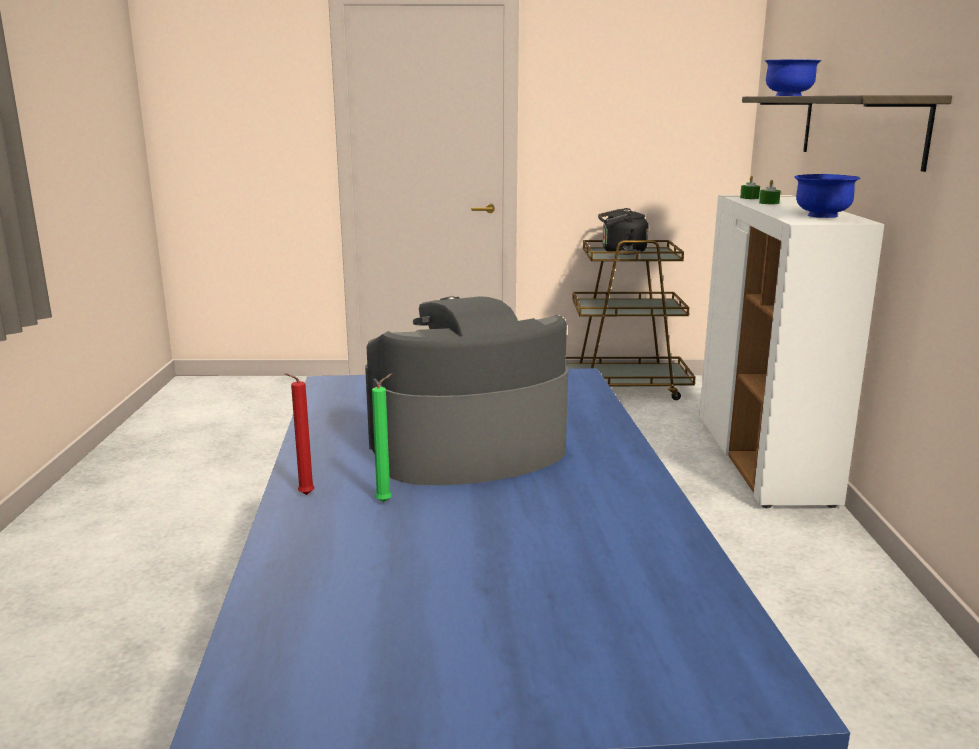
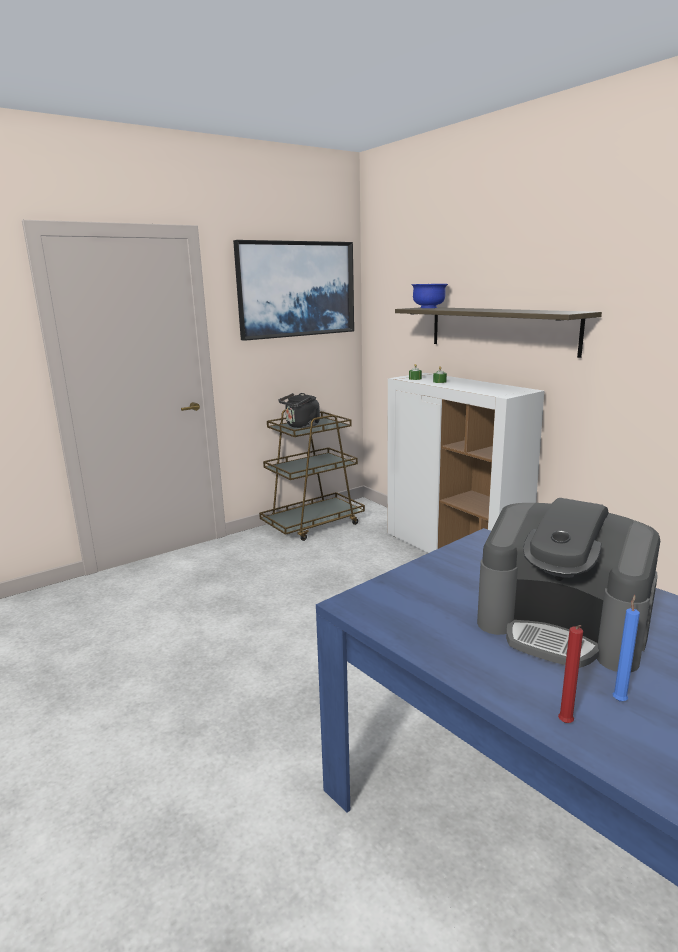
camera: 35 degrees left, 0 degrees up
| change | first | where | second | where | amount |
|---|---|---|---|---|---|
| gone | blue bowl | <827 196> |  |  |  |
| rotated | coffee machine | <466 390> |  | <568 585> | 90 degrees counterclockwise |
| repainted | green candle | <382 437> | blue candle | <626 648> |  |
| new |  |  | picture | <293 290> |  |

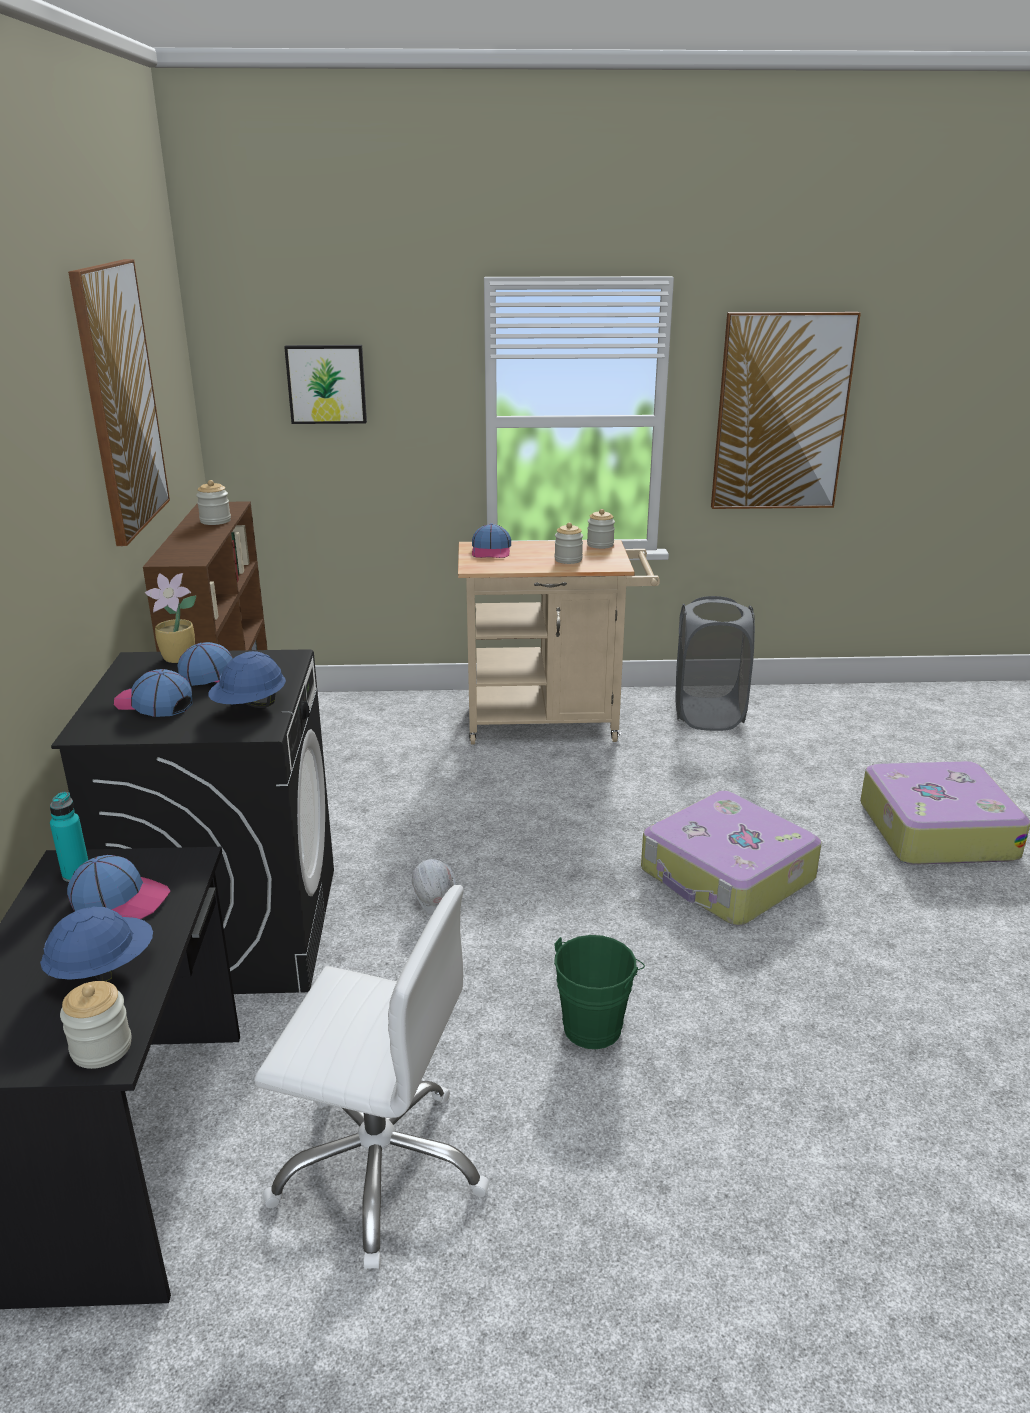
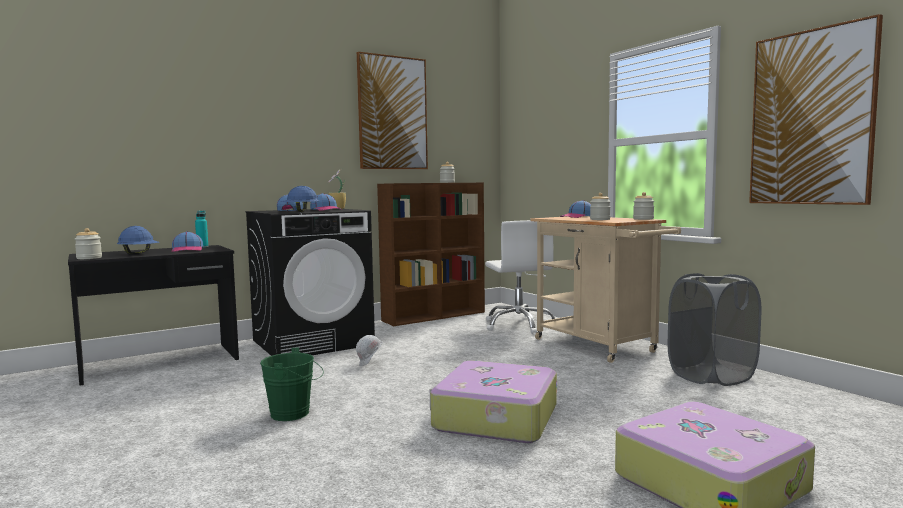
camera: 60 degrees right, 20 degrees down
| change | first | where | second | where | amount |
|---|---|---|---|---|---|
| gone | picture | <325 384> |  |  |  |
| shifted | white office chair | <372 1077> |  | <520 277> |  |

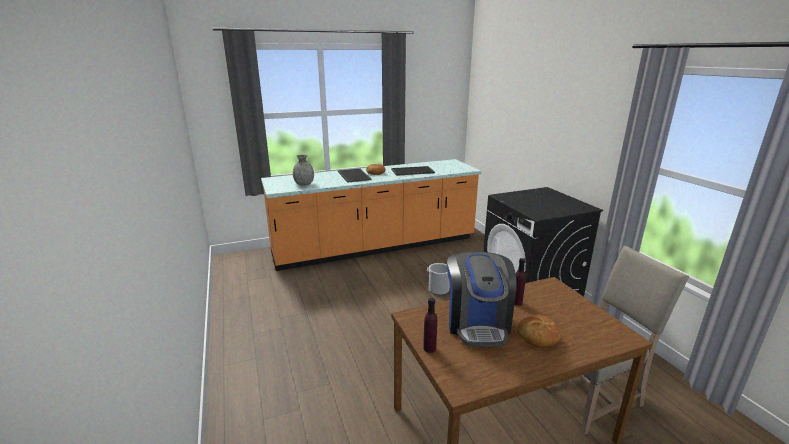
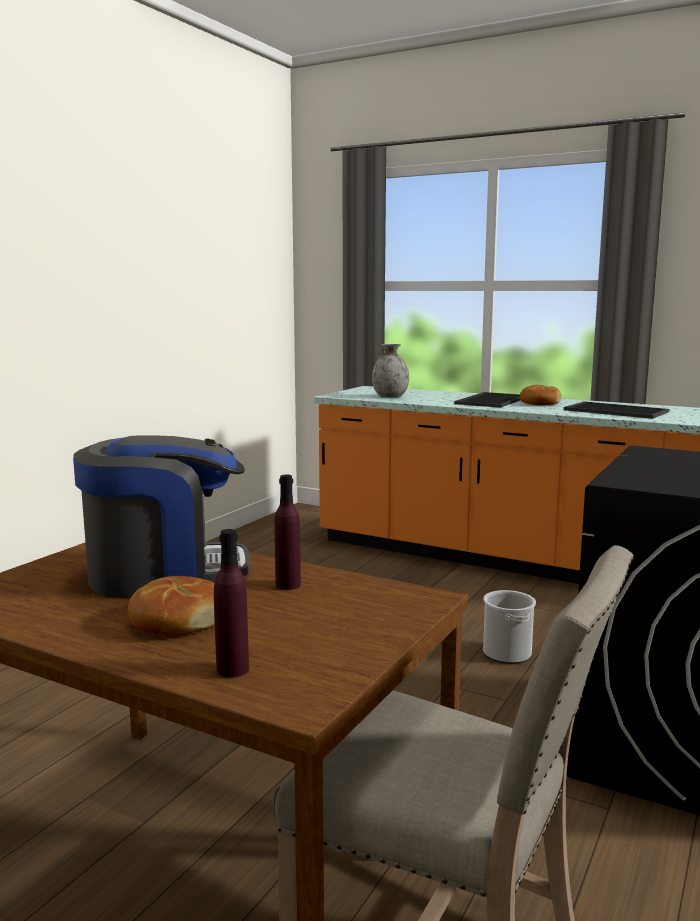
camera: 50 degrees right, 10 degrees down
| change | first | where | second | where | amount |
|---|---|---|---|---|---|
| rotated | coffee machine | <482 299> |  | <161 516> | 150 degrees counterclockwise |
| shifted | purple bottle | <430 325> |  | <231 603> |  |

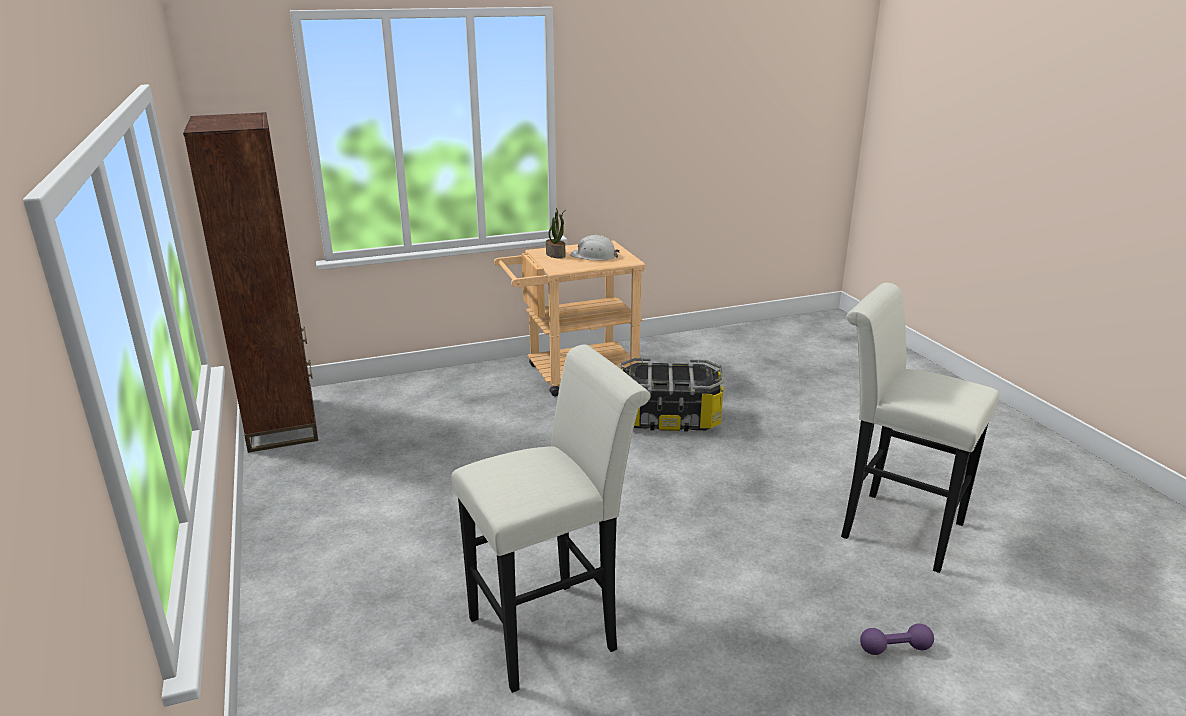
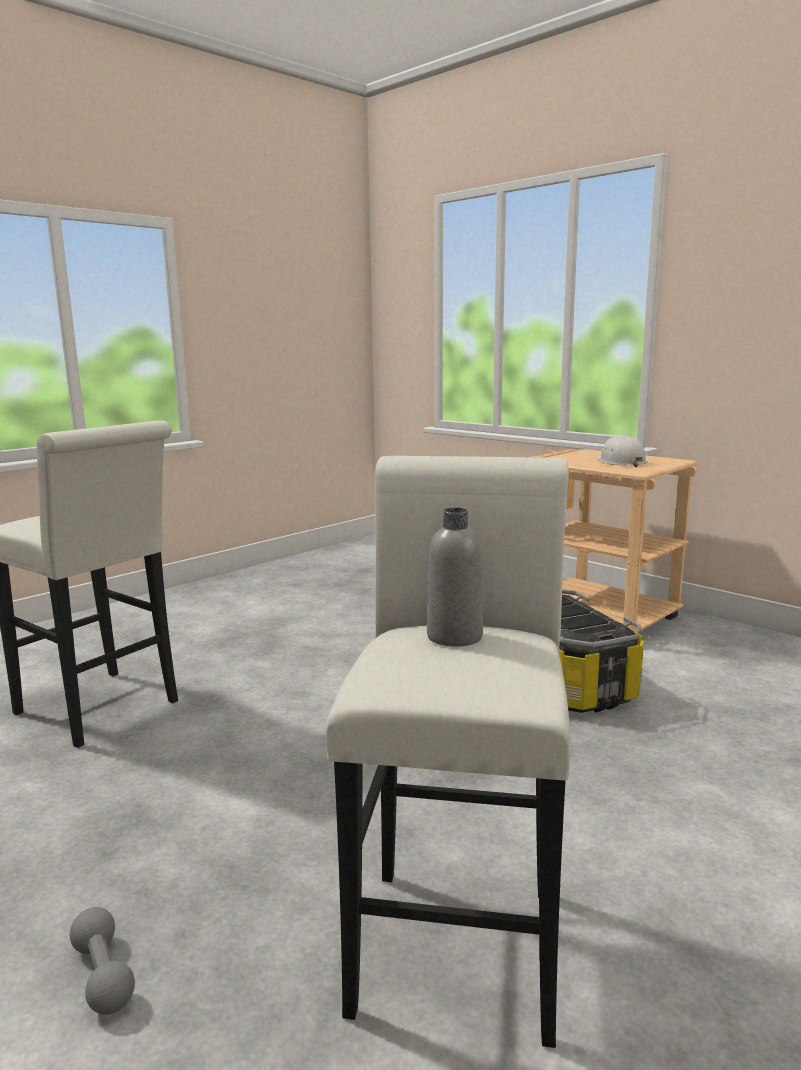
camera: 65 degrees right, 10 degrees down
| change | first | where | second | where | amount |
|---|---|---|---|---|---|
| gone | brown bookcase | <250 282> |  |  |  |
| gone | potted plant | <555 233> |  |  |  |
| repainted | purple dumbbell | <897 639> | grey dumbbell | <102 961> |  |
| new |  |  | grey bottle | <455 577> |  |

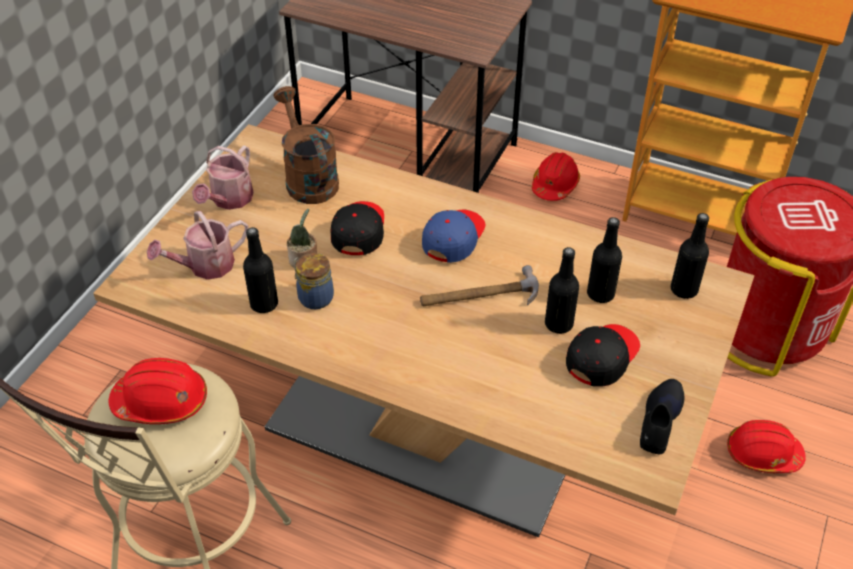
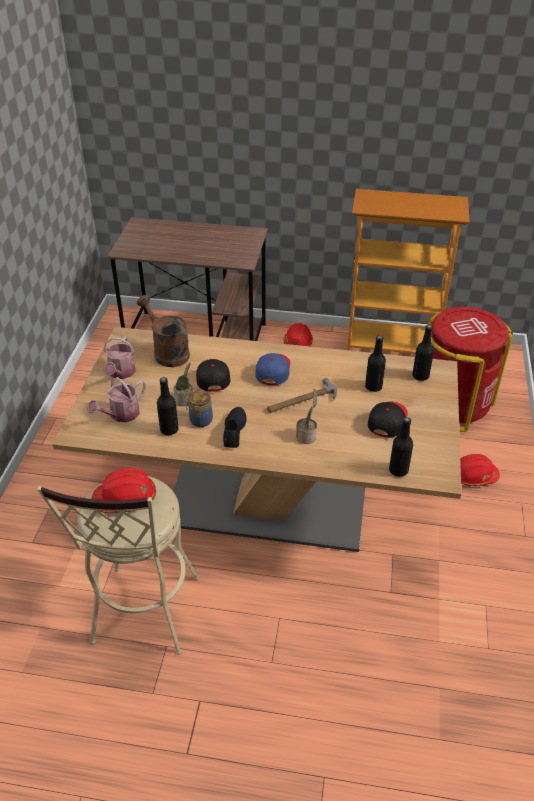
camera: 15 degrees left, 5 degrees down
| change | first | where | second | where | amount |
|---|---|---|---|---|---|
| shifted | black bottle | <562 290> |  | <401 447> |  |
| shifted | black shoe | <662 416> |  | <234 427> |  |
| new |  |  | potted plant | <307 416> |  |

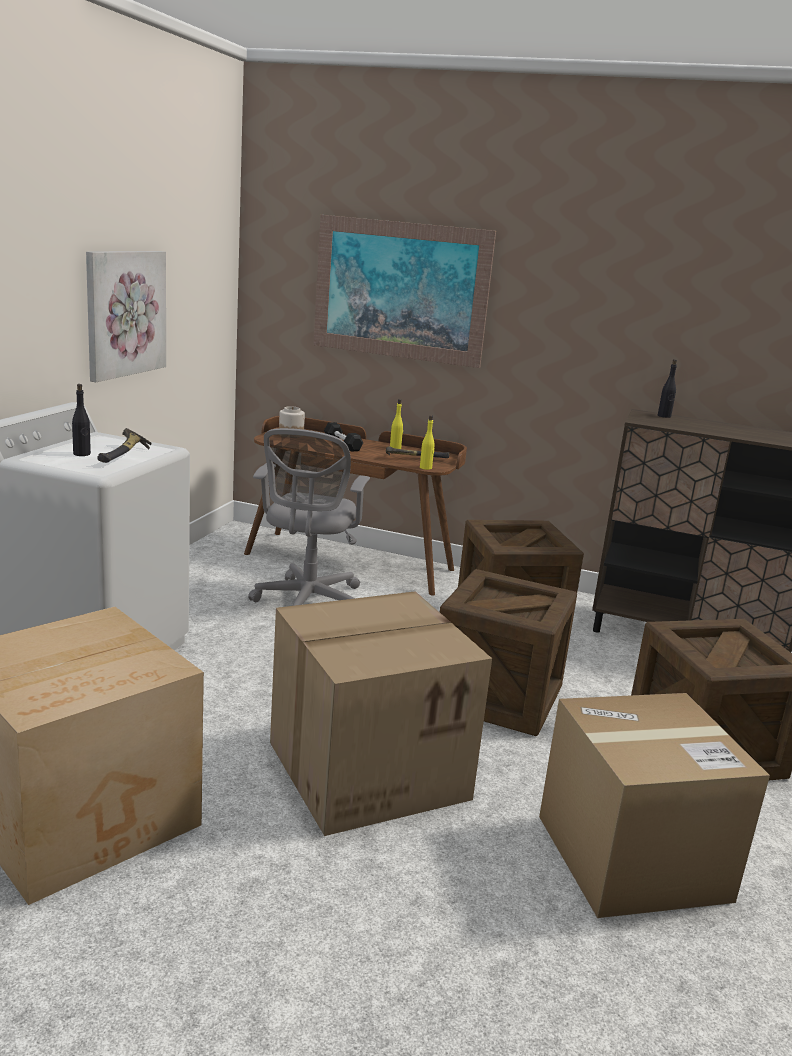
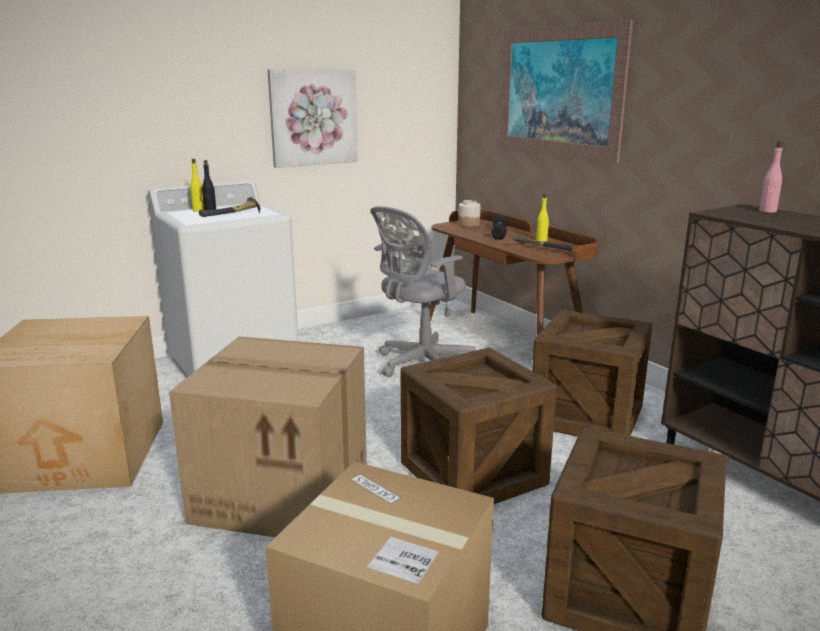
camera: 40 degrees right, 0 degrees up
| change | first | where | second | where | amount |
|---|---|---|---|---|---|
| repainted | black bottle | <667 388> | pink bottle | <771 177> |  |
| shifted | yellow bottle | <427 442> |  | <197 185> |  |

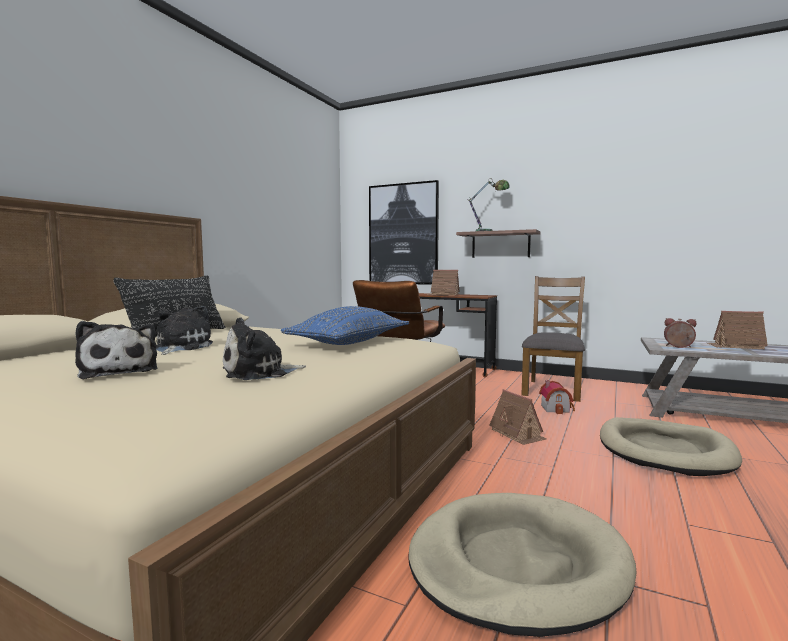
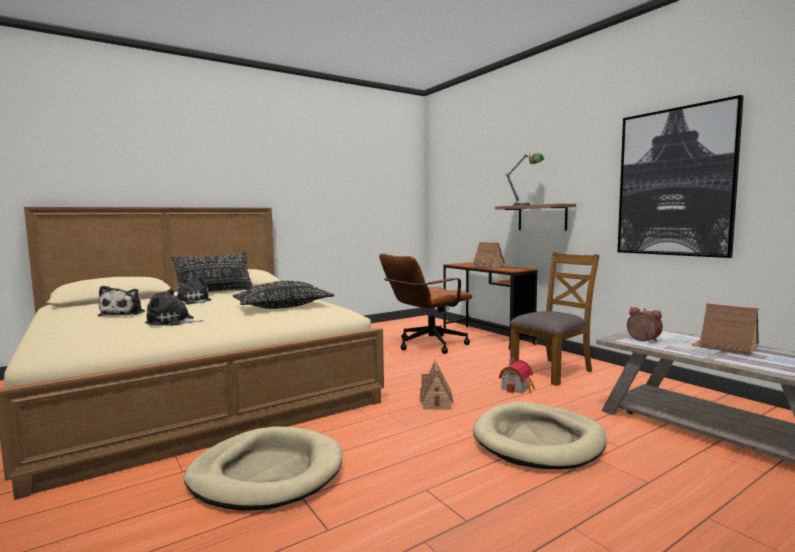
camera: 30 degrees right, 0 degrees up
| change | first | where | second | where | amount |
|---|---|---|---|---|---|
| shifted | picture | <404 232> |  | <681 176> |  |
| repainted | blue pillow | <345 325> | black pillow | <283 295> |  |

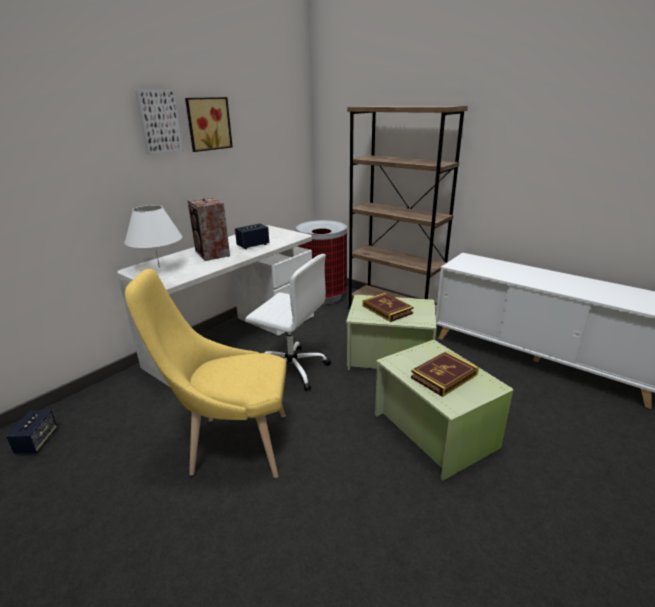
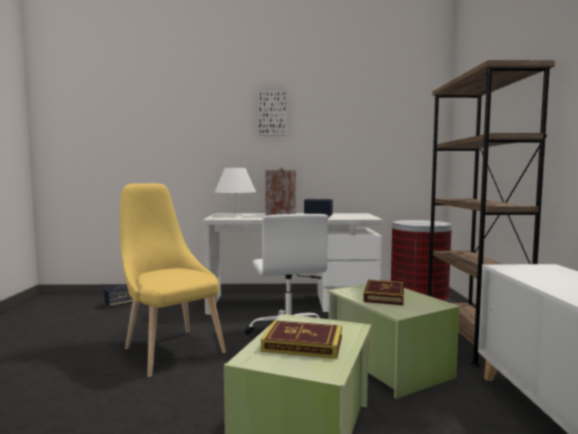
camera: 50 degrees right, 20 degrees down
| change | first | where | second | where | amount |
|---|---|---|---|---|---|
| gone | picture | <209 124> |  |  |  |

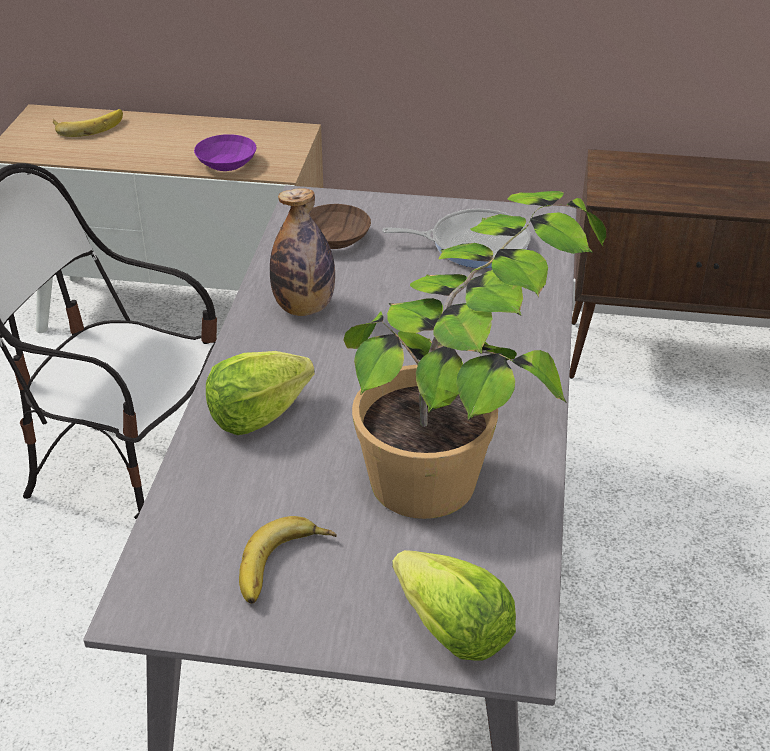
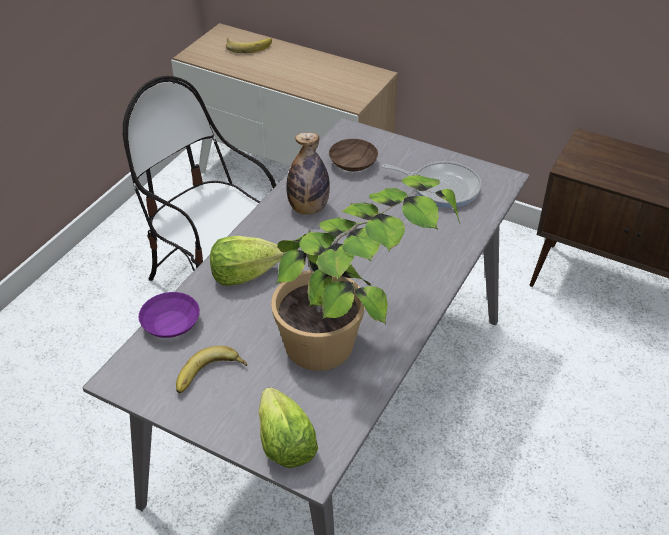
camera: 20 degrees right, 5 degrees up
| change | first | where | second | where | amount |
|---|---|---|---|---|---|
| shifted | purple bowl | <225 152> |  | <169 315> |  |

